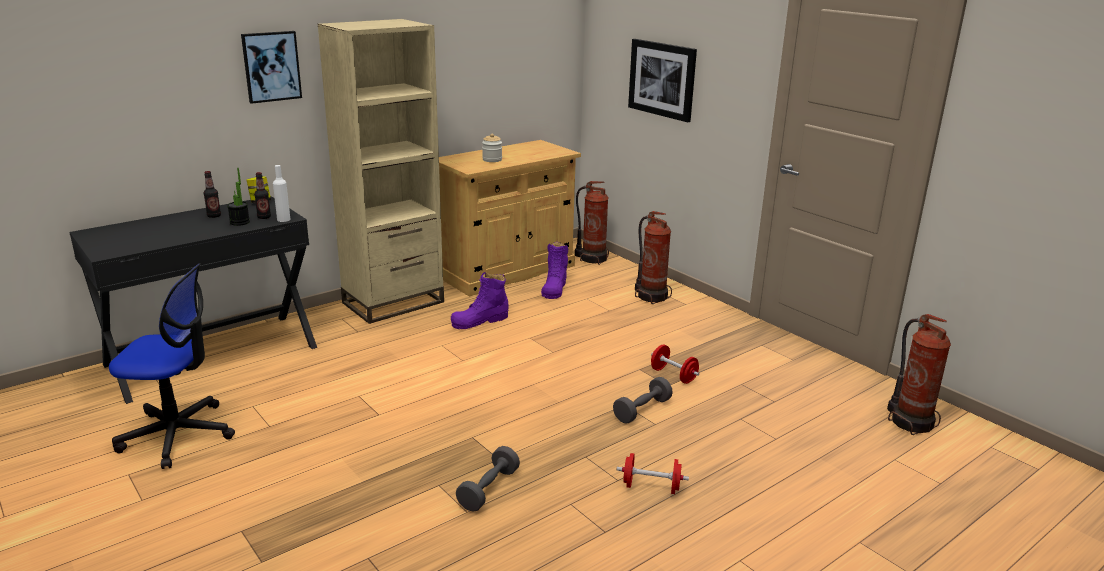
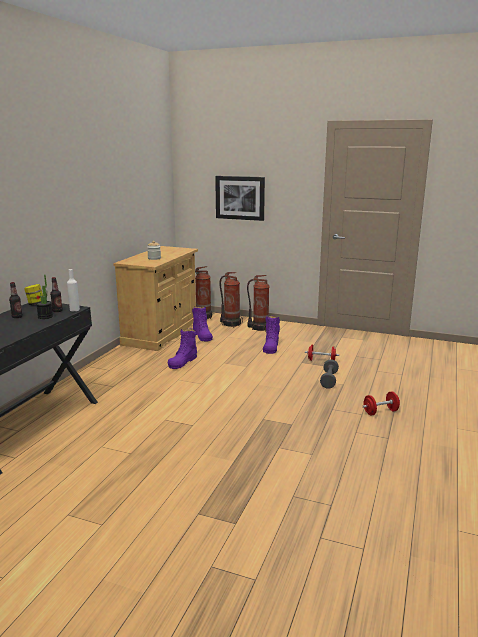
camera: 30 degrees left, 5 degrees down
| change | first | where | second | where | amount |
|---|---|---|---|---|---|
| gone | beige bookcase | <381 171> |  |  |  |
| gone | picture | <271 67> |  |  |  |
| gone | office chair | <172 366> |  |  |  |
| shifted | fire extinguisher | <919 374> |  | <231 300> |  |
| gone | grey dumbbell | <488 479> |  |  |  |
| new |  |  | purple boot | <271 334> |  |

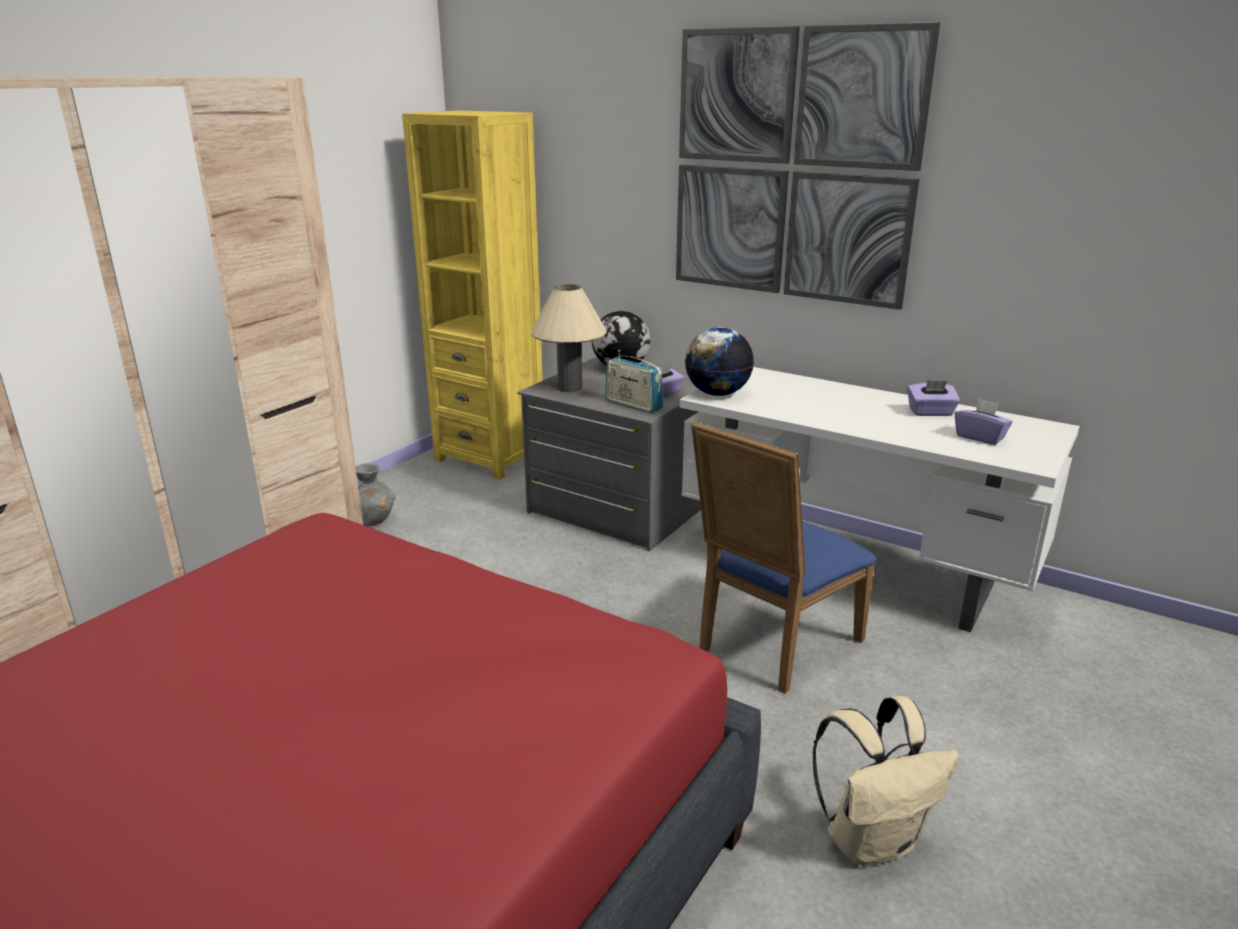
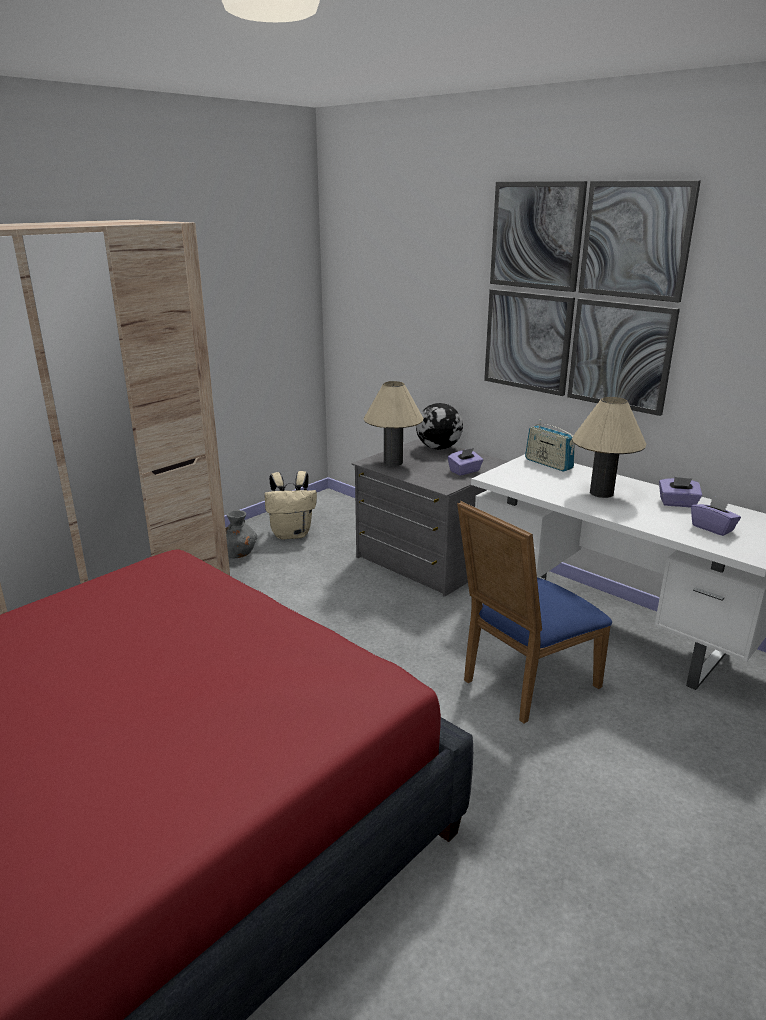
camera: 10 degrees right, 0 degrees up
| change | first | where | second | where | amount |
|---|---|---|---|---|---|
| gone | yellow bookcase | <472 295> |  |  |  |
| gone | globe | <719 361> |  |  |  |
| shifted | radio | <634 381> |  | <550 445> |  |
| shifted | beige backpack | <885 781> |  | <290 505> |  |
| new |  |  | beige table lamp | <609 447> |  |

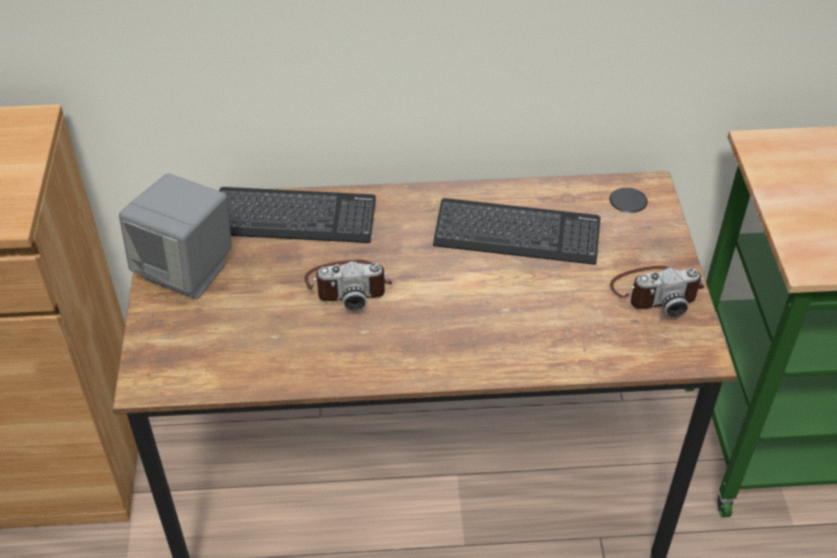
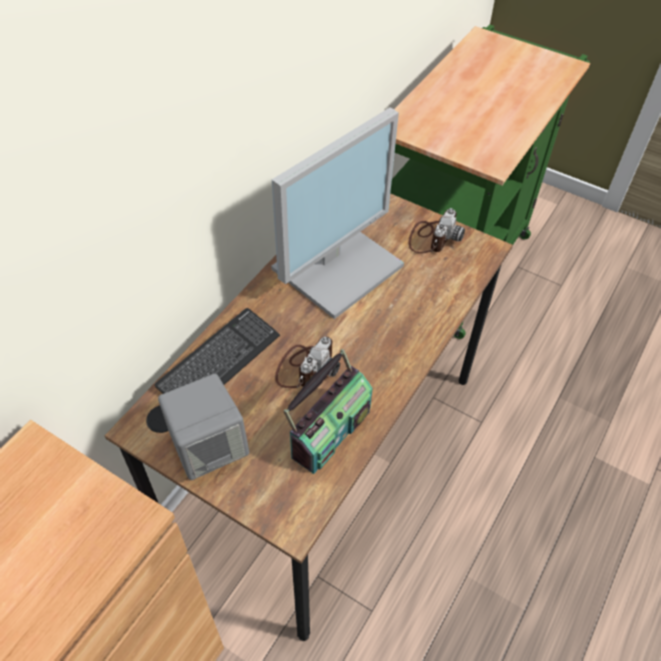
camera: 55 degrees left, 5 degrees up
| change | first | where | second | where | amount |
|---|---|---|---|---|---|
| swapped | keyboard | <516 231> | monitor | <337 213> |  |
| new |  |  | radio | <327 411> |  |

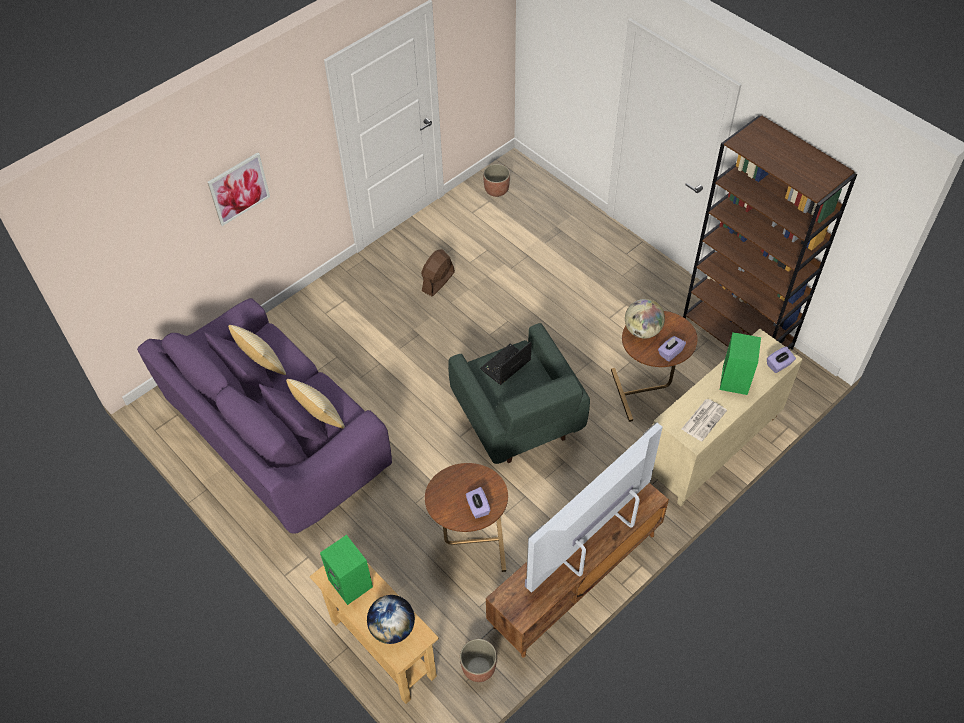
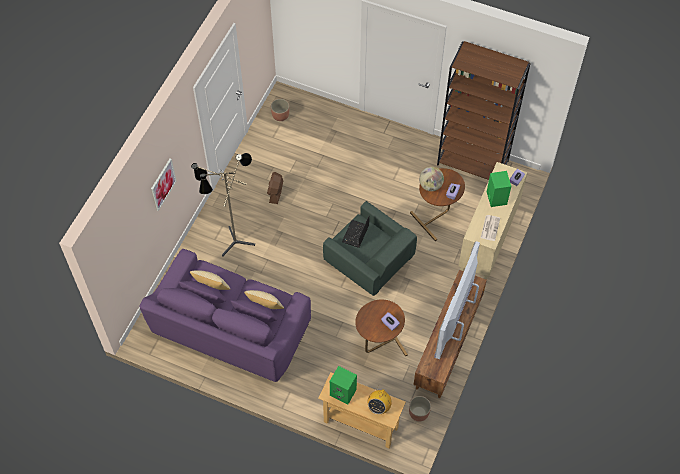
camera: 25 degrees left, 5 degrees up
| change | first | where | second | where | amount |
|---|---|---|---|---|---|
| swapped | globe | <391 619> | radio | <380 401> |  |
| new |  |  | floor lamp | <223 204> |  |

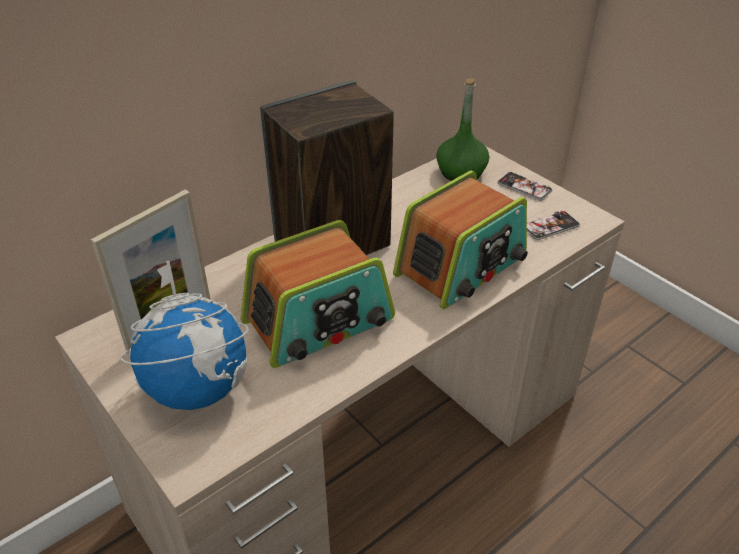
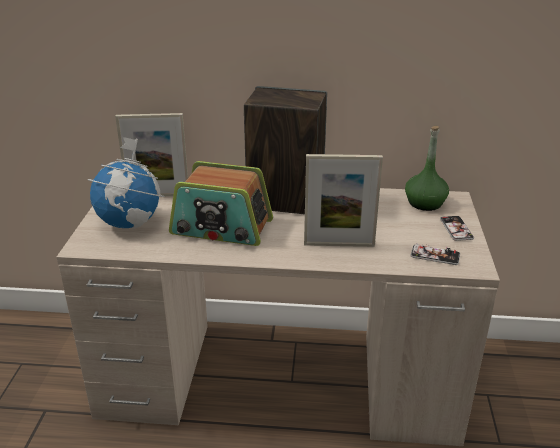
camera: 45 degrees right, 10 degrees down
| change | first | where | second | where | amount |
|---|---|---|---|---|---|
| swapped | radio | <460 239> | picture frame | <343 200> |  |

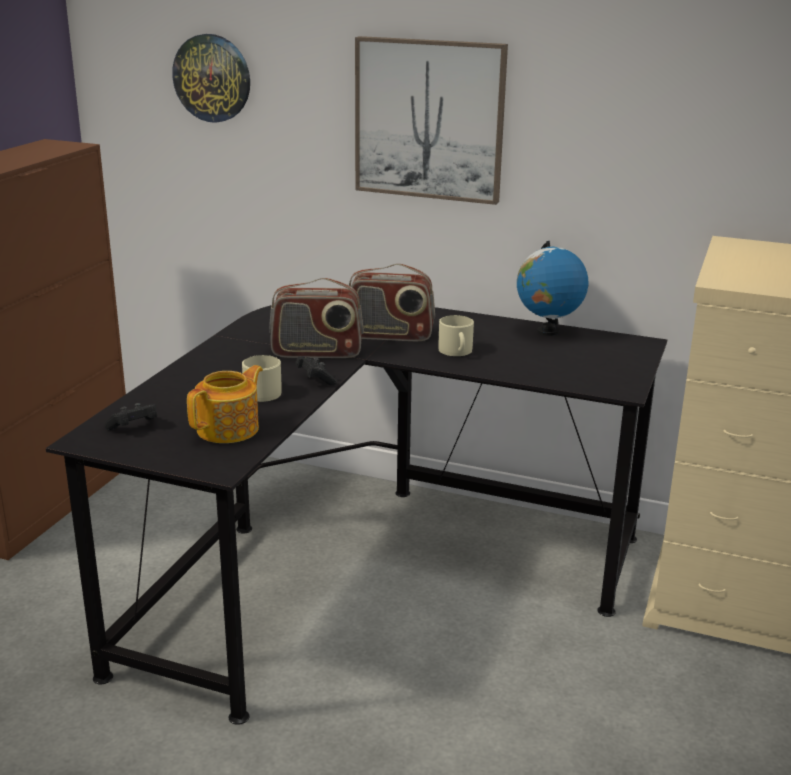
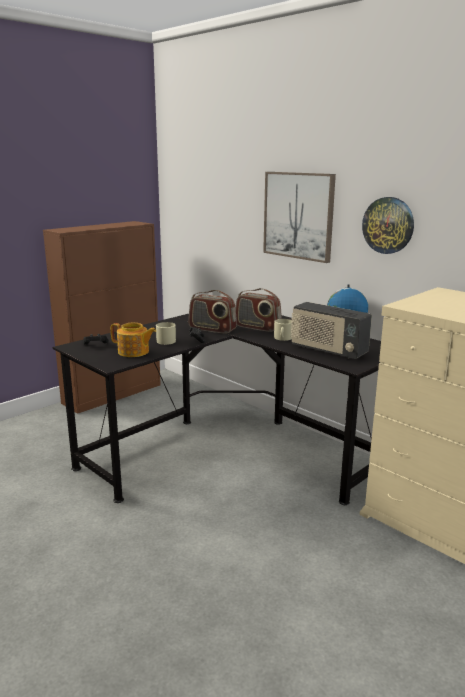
camera: 25 degrees right, 5 degrees down
| change | first | where | second | where | amount |
|---|---|---|---|---|---|
| shifted | wall clock | <211 78> |  | <388 225> |  |
| rotated | teapot | <225 404> |  | <133 340> | 45 degrees clockwise |
| new |  |  | radio | <331 330> |  |

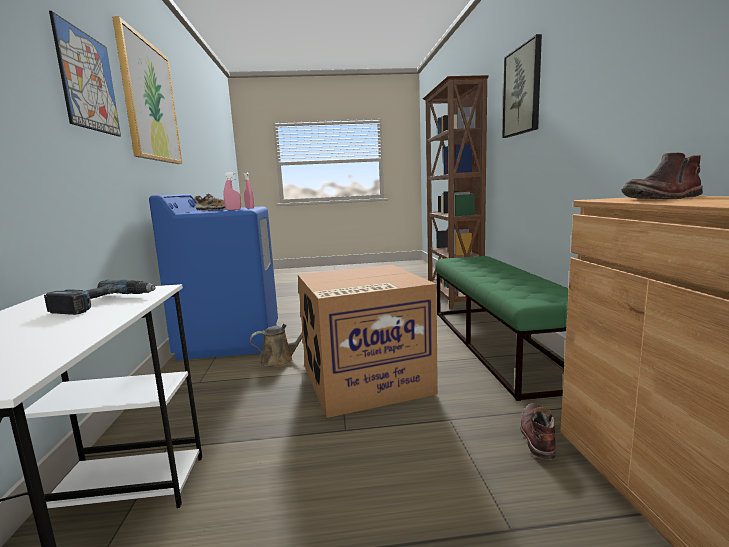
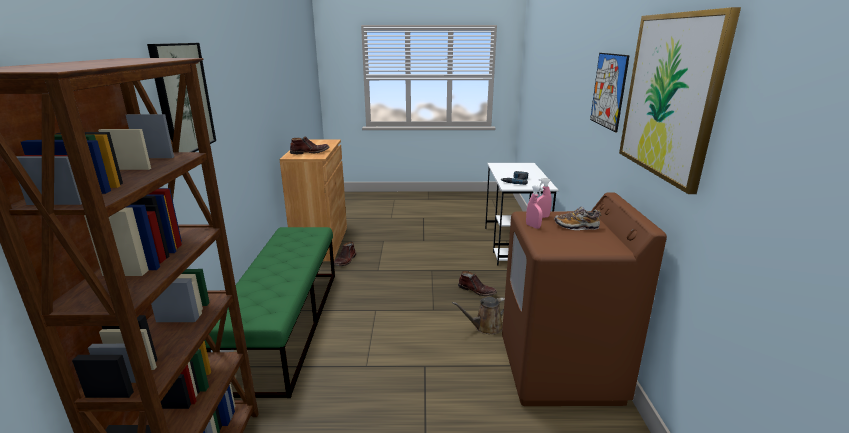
camera: 175 degrees left, 10 degrees up
| change | first | where | second | where | amount |
|---|---|---|---|---|---|
| repainted | blue washing machine | <213 277> | brown washing machine | <584 299> |  |
| gone | cardboard box | <368 341> |  |  |  |
| new |  |  | brown boot | <477 283> |  |

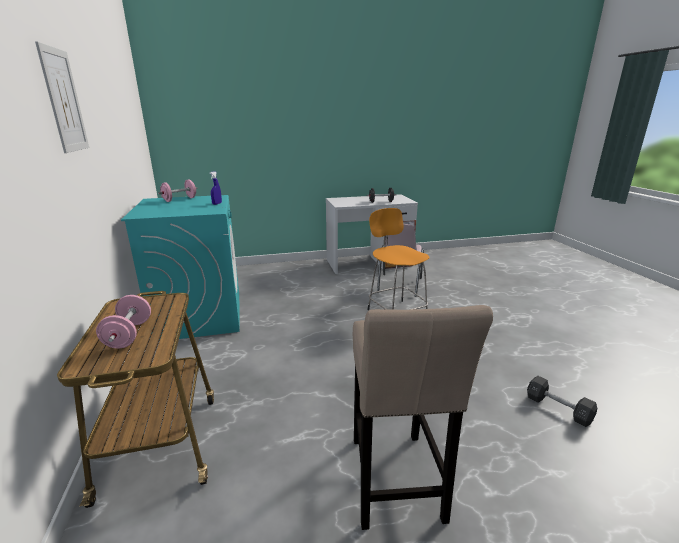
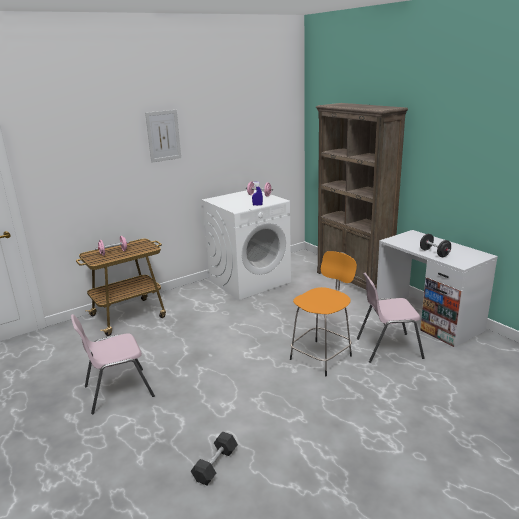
camera: 70 degrees right, 0 degrees up
| change | first | where | second | where | amount |
|---|---|---|---|---|---|
| repainted | turquoise washing machine | <180 268> | white washing machine | <246 245> |  |
| swapped | beige stool | <423 417> | pink chair | <113 364> |  |
| new |  |  | brown bookcase | <362 196> |  |

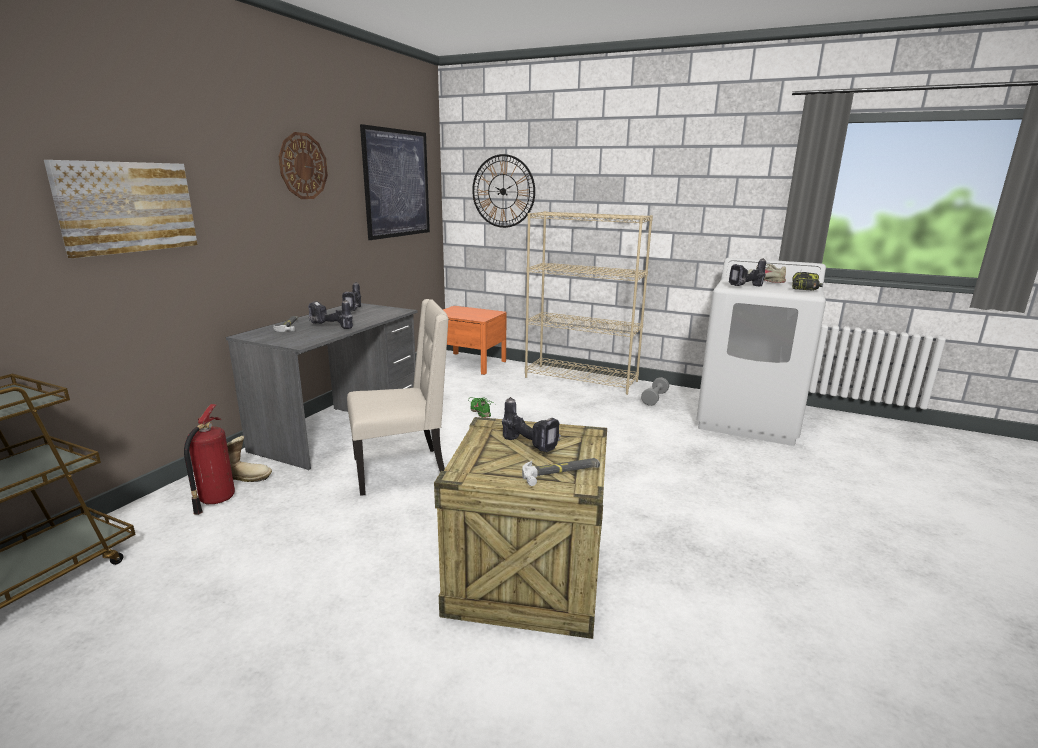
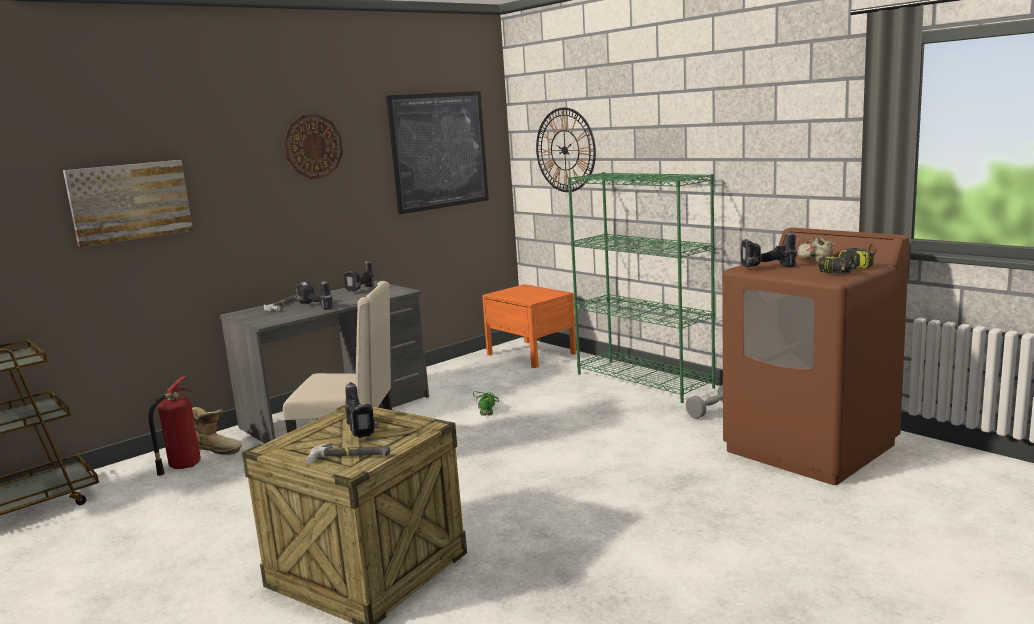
camera: 25 degrees right, 5 degrees down
| change | first | where | second | where | amount |
|---|---|---|---|---|---|
| repainted | beige bookcase | <589 303> | green bookcase | <642 287> |  |
| repainted | white washing machine | <761 352> | brown washing machine | <815 356> |  |

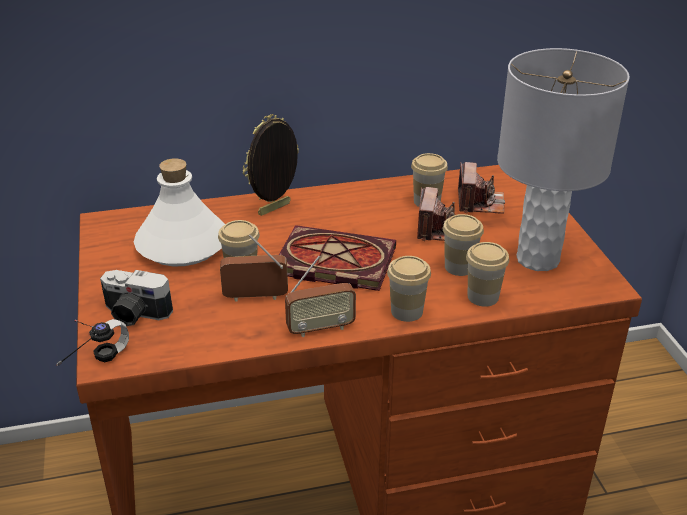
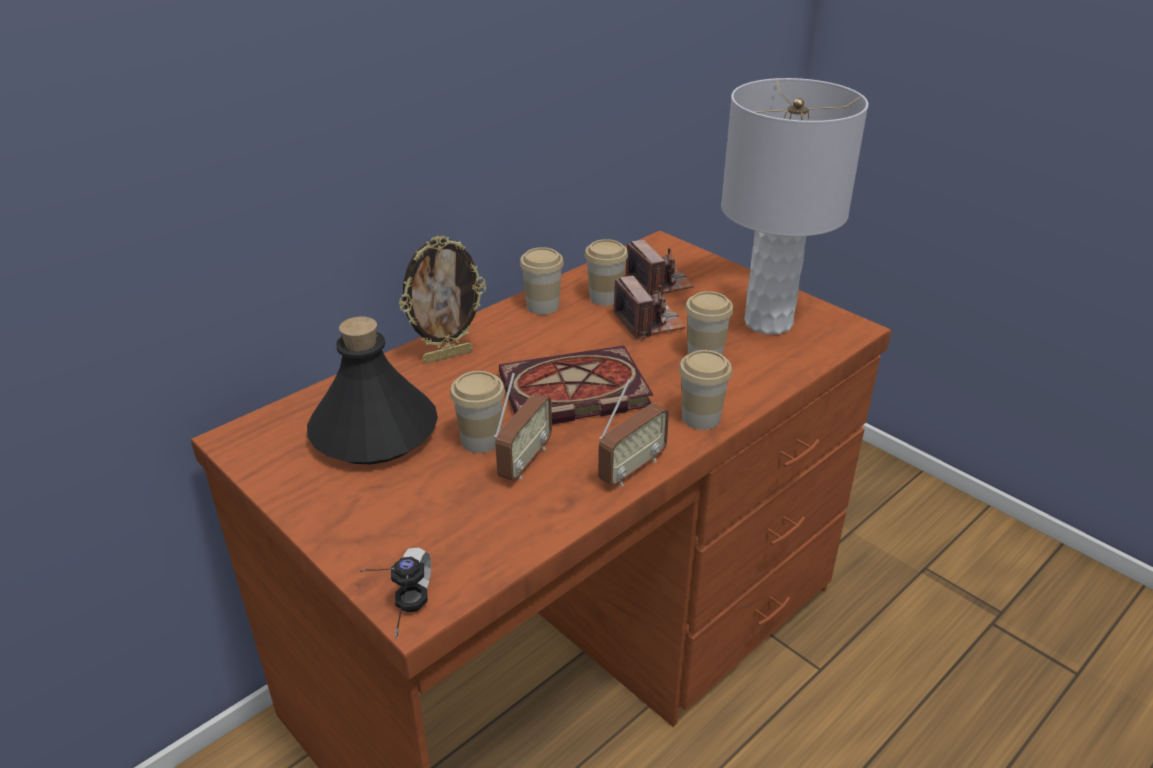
camera: 30 degrees left, 0 degrees up
| change | first | where | second | where | amount |
|---|---|---|---|---|---|
| rotated | picture frame | <271 165> |  | <442 299> | 135 degrees counterclockwise |
| repainted | white bottle | <179 212> | black bottle | <372 390> |  |
| rotated | radio | <254 268> |  | <523 427> | 150 degrees clockwise |
| shifted | cup | <487 274> |  | <542 281> |  |
| gone | photo camera | <136 298> |  |  |  |

